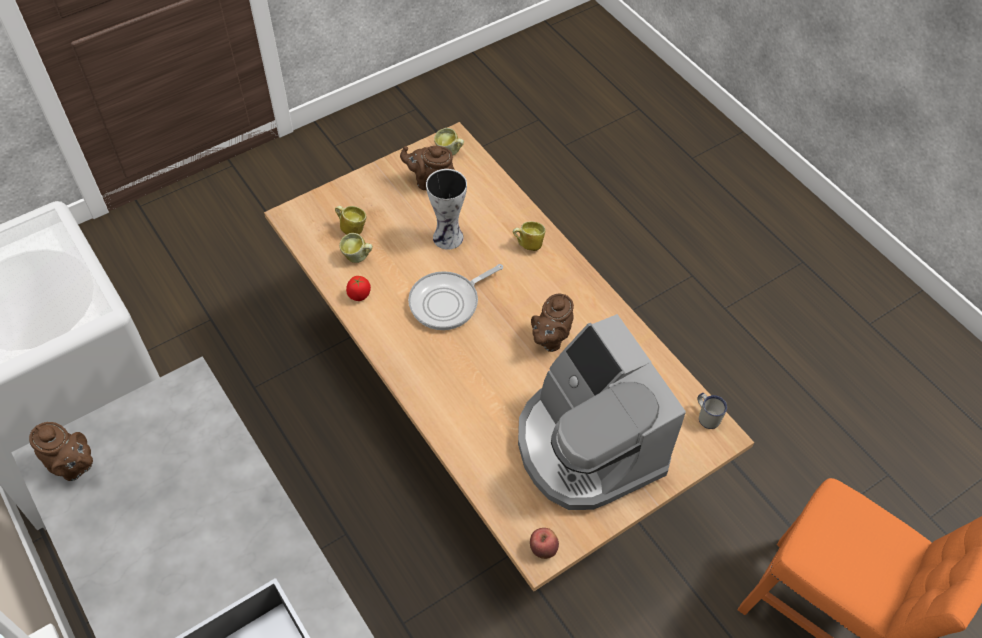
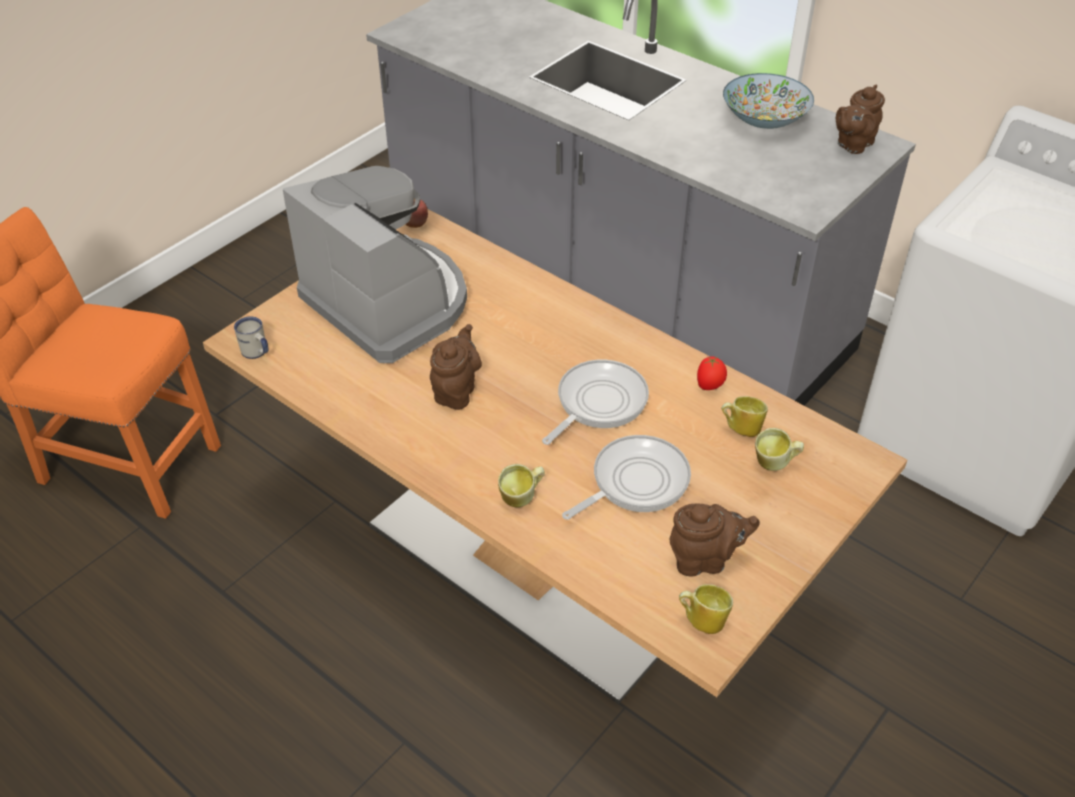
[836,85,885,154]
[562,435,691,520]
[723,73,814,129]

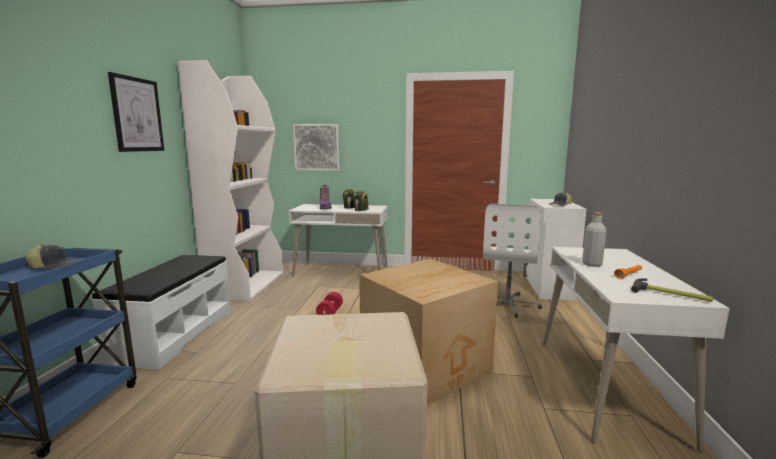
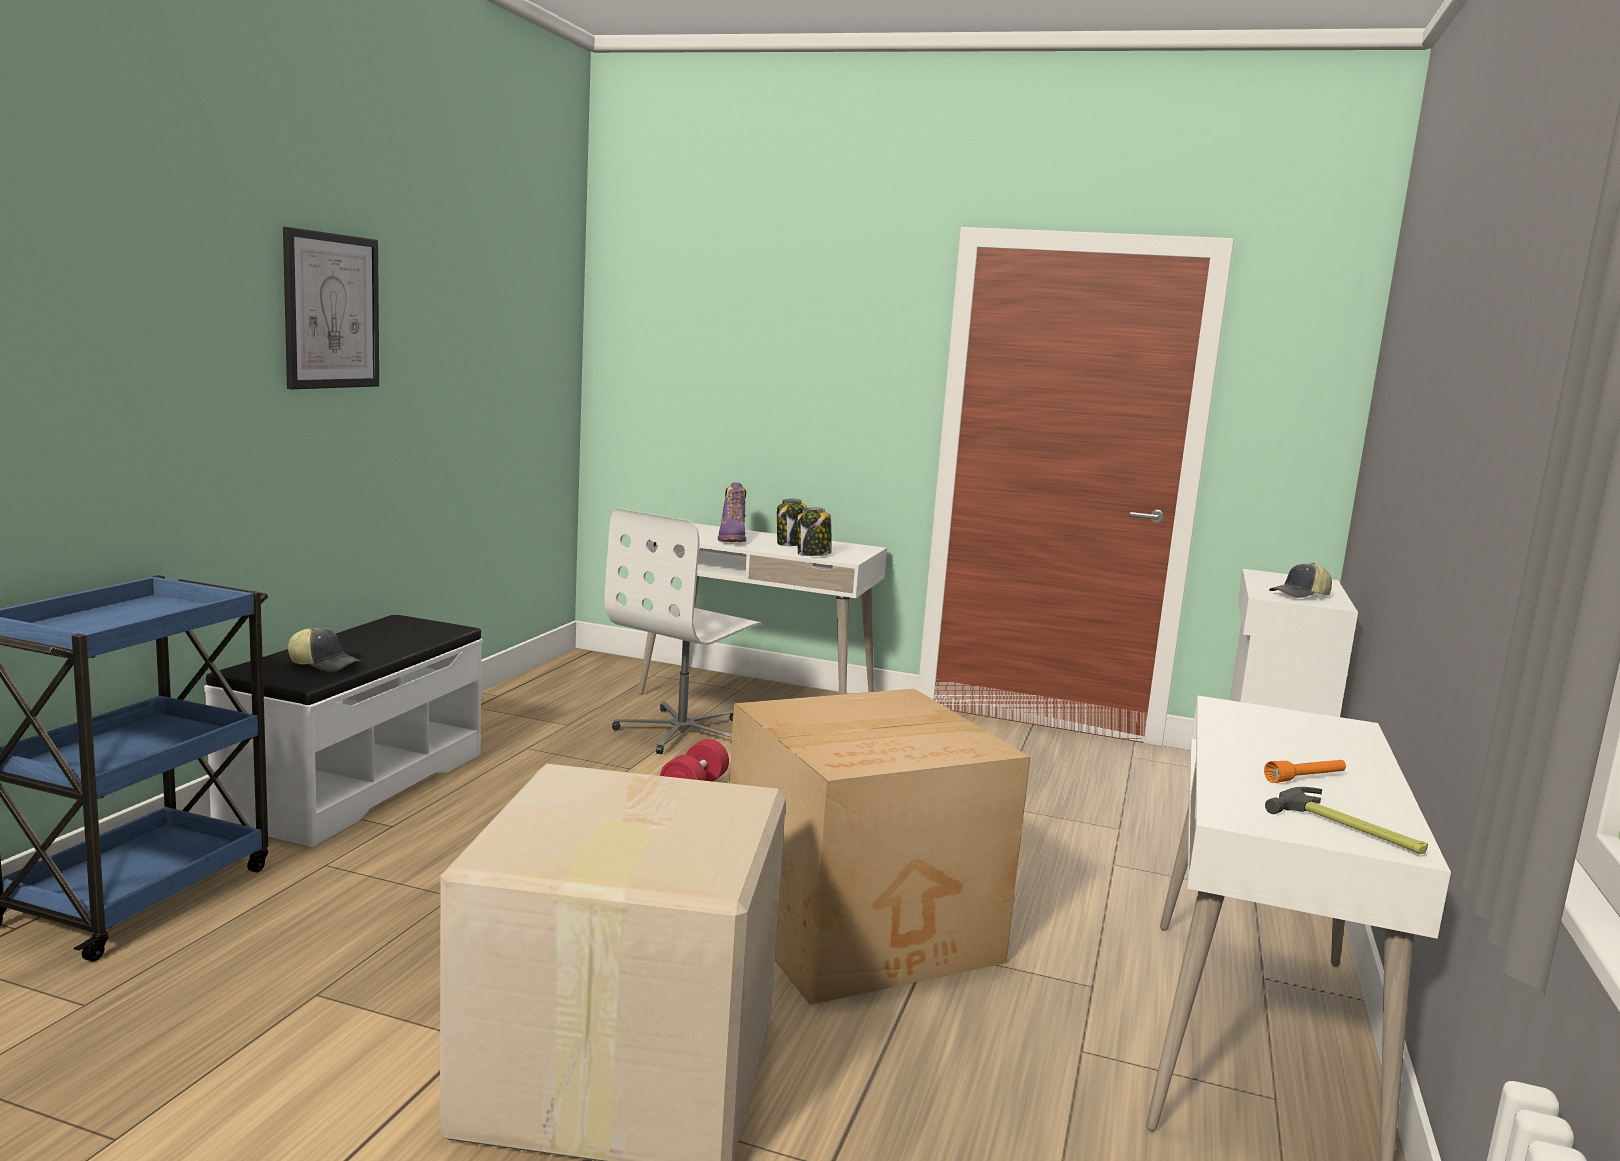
[288,627,361,672]
[178,60,283,302] (first image)
[293,124,340,171] (first image)
[605,508,762,754]
[582,212,606,267] (first image)

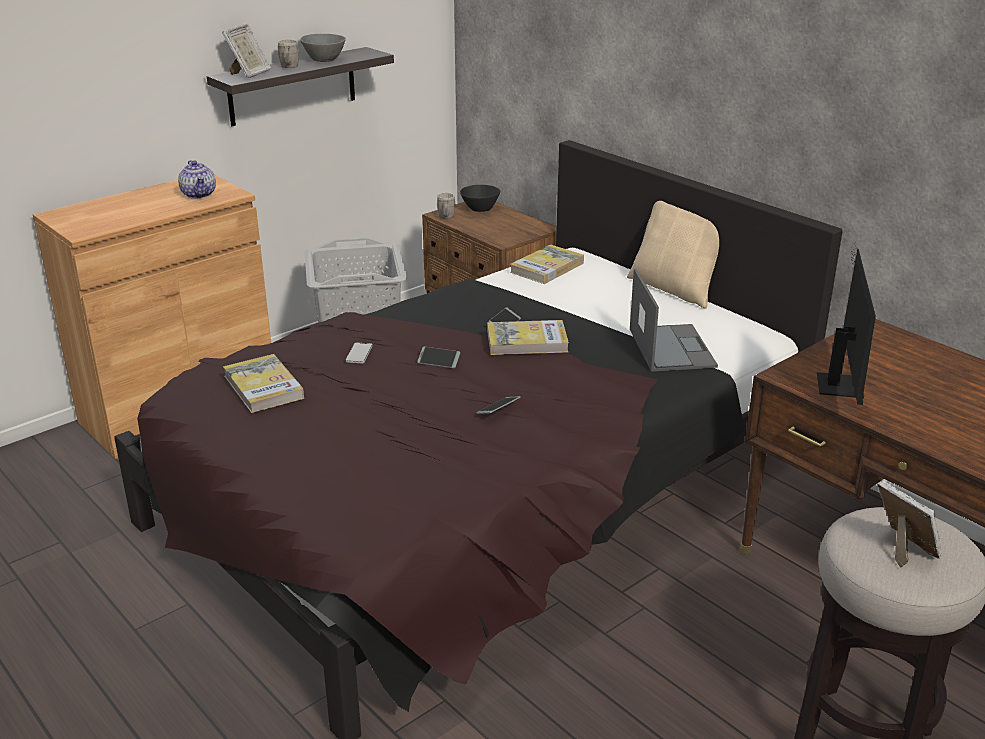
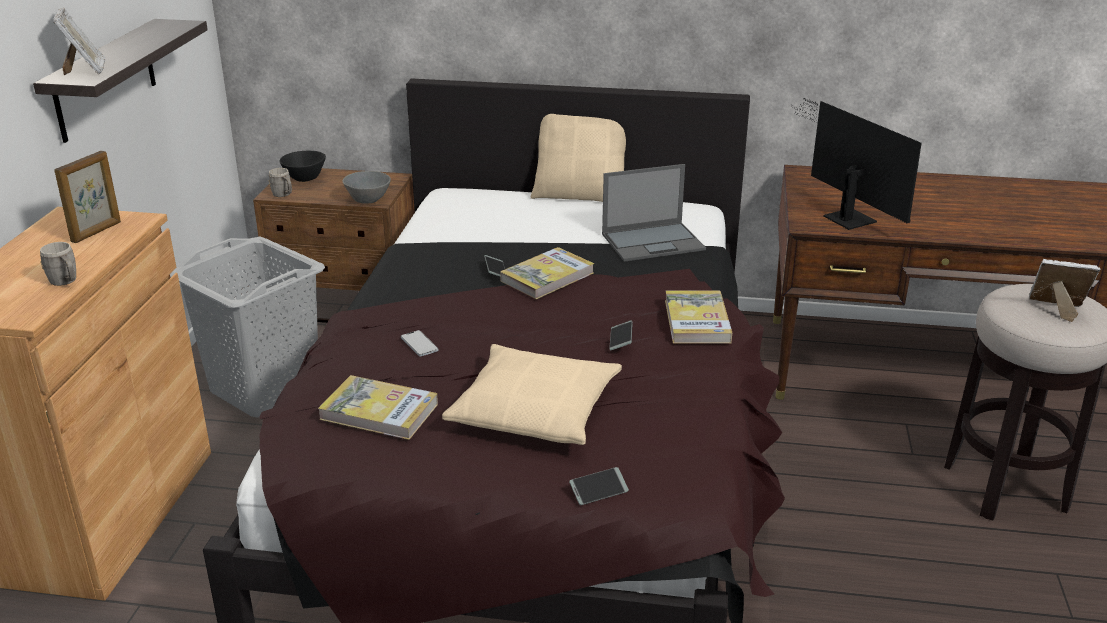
[54,151,121,243]
[40,242,76,286]
[342,171,391,204]
[569,467,629,505]
[665,291,732,344]
[602,164,706,262]
[442,344,622,445]

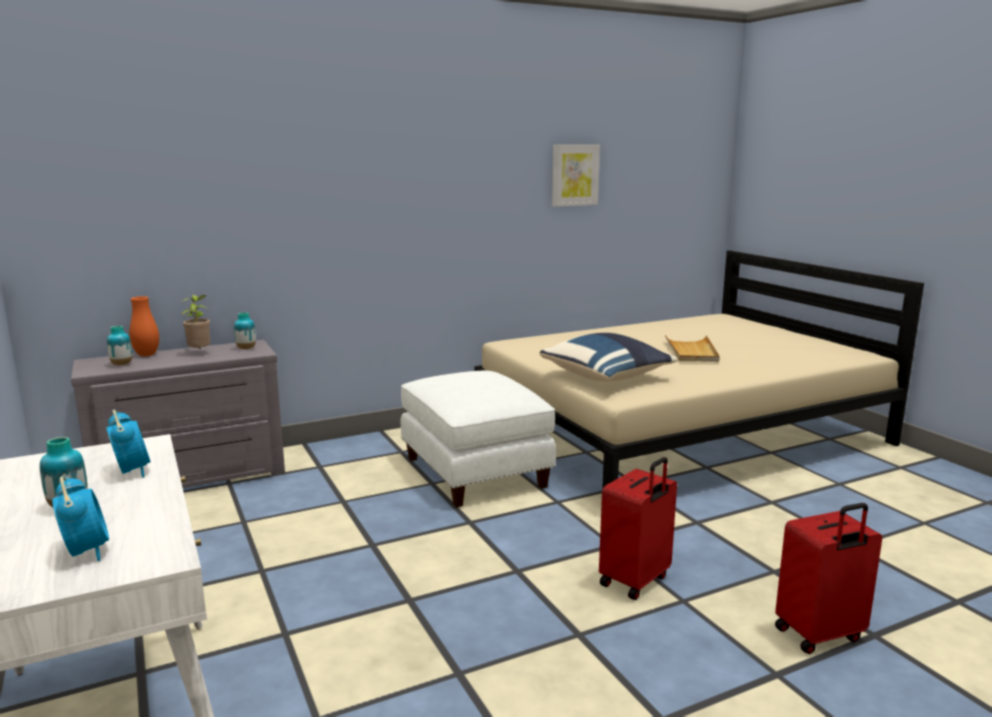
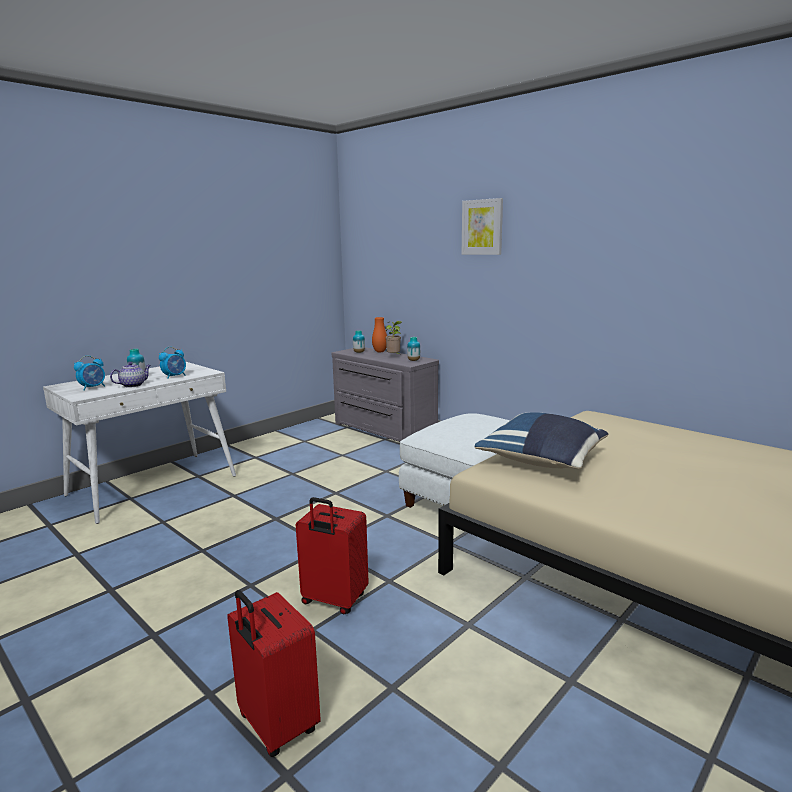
[462,198,503,255]
[665,335,720,362] (first image)
[110,362,151,388]

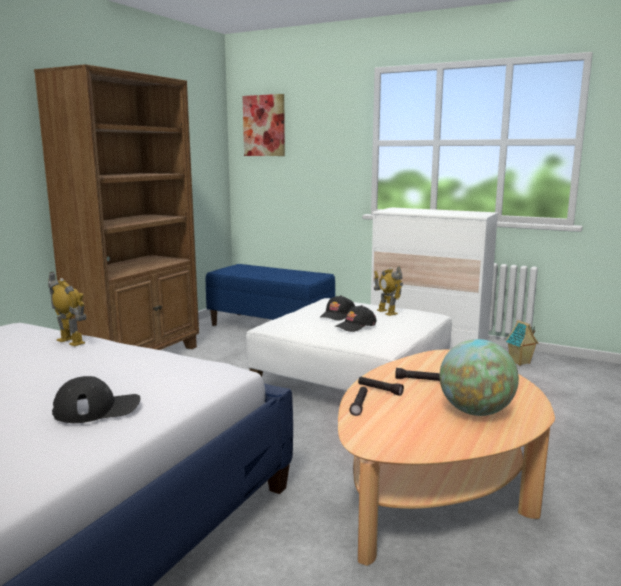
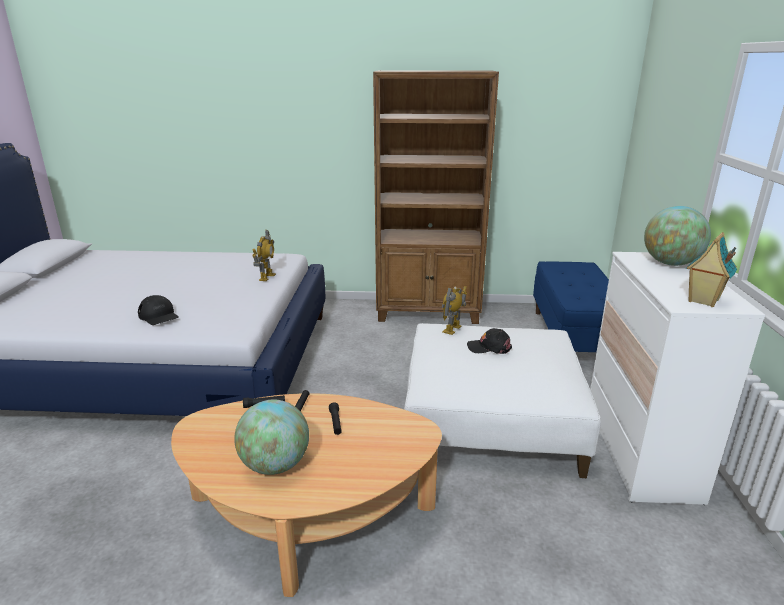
[243,94,285,156] (first image)
[335,305,377,332] (first image)
[442,286,467,335]
[686,232,737,307]
[644,206,711,266]

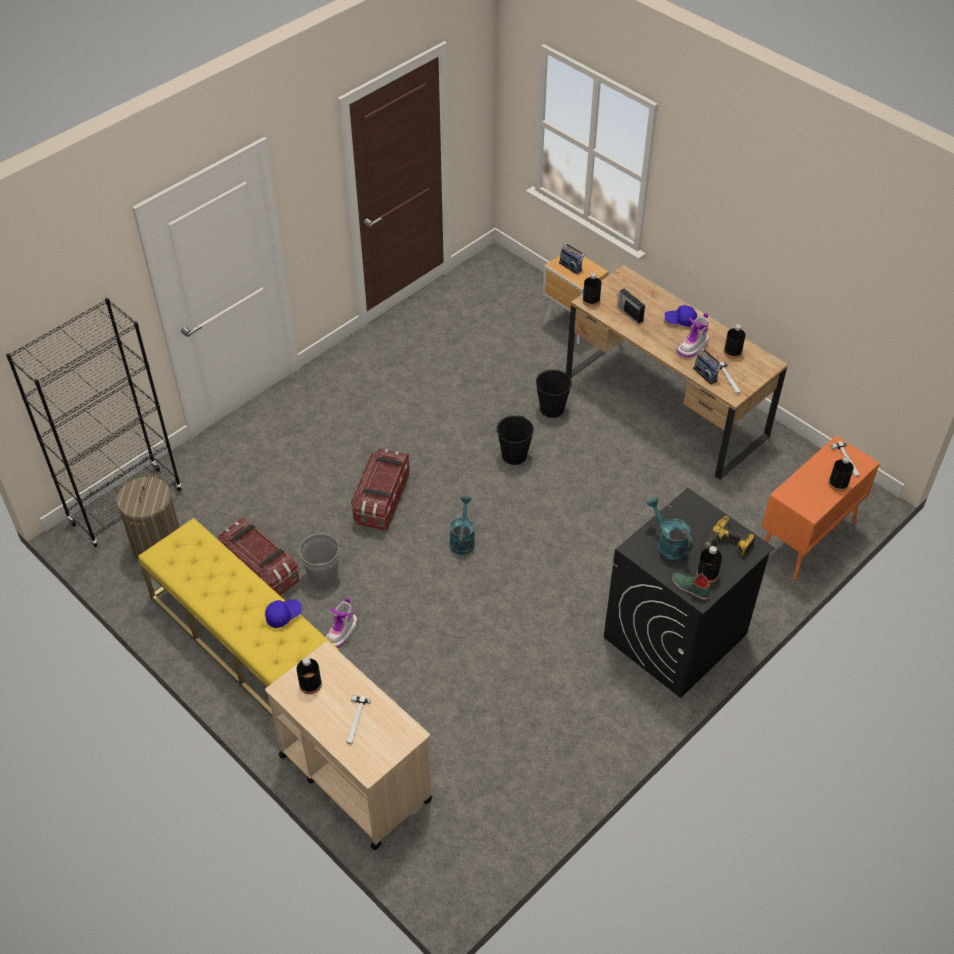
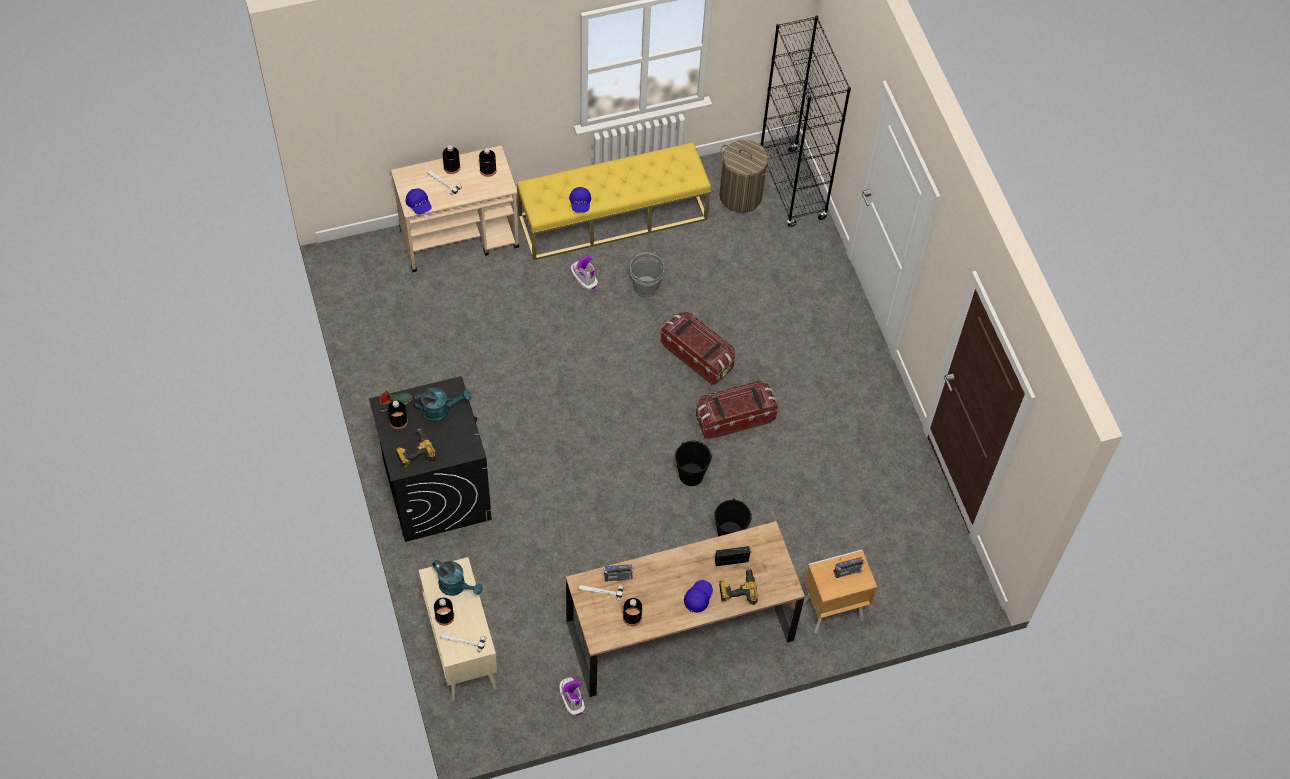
[696,381,778,440]
[432,560,483,596]
[443,145,460,174]
[559,677,585,716]
[419,557,498,700]
[406,188,432,214]
[719,567,758,605]

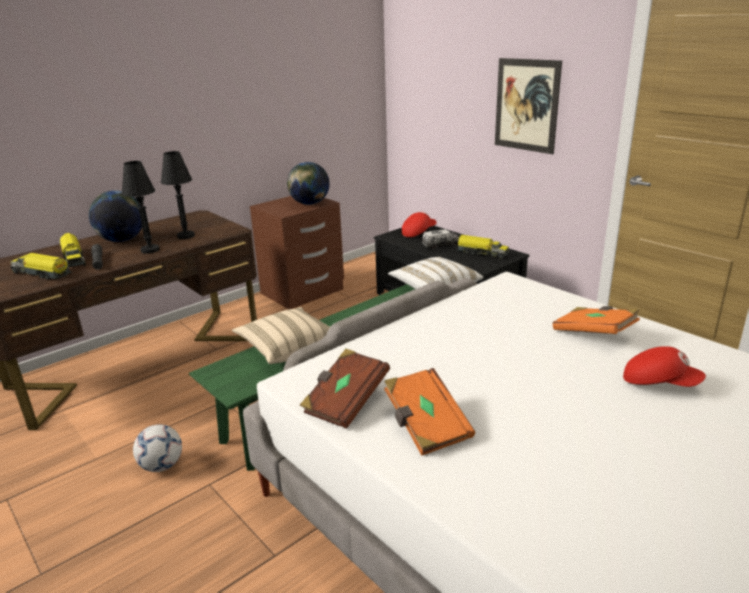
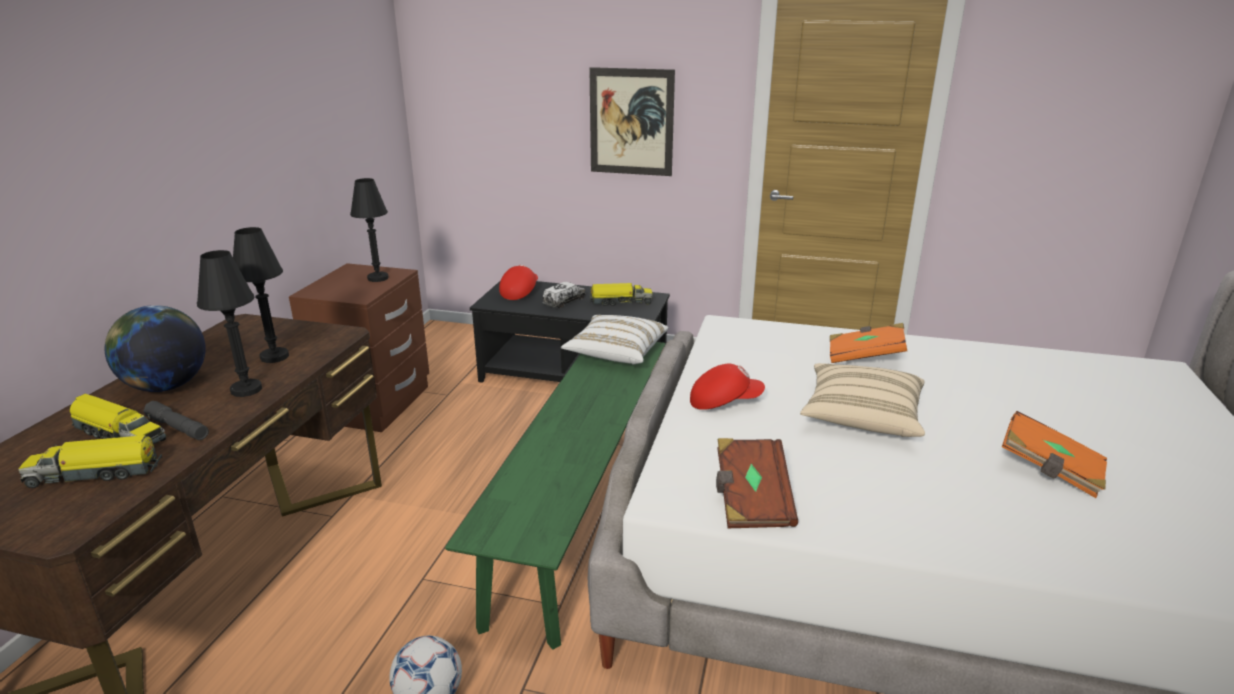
[800,363,925,437]
[350,178,389,282]
[1002,411,1107,498]
[690,364,765,410]

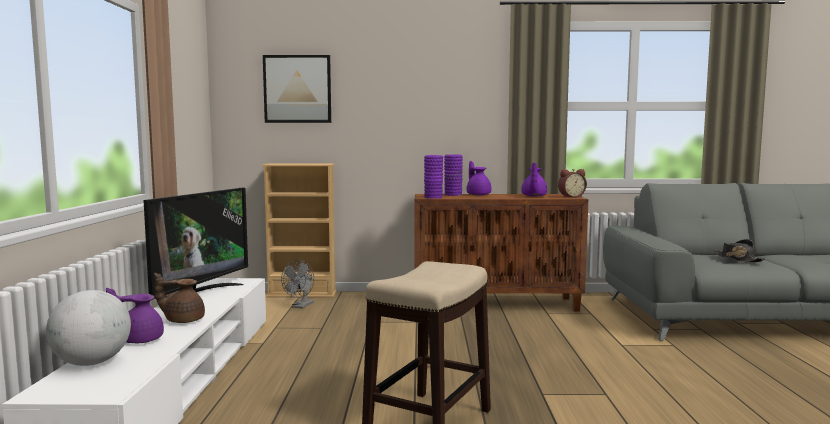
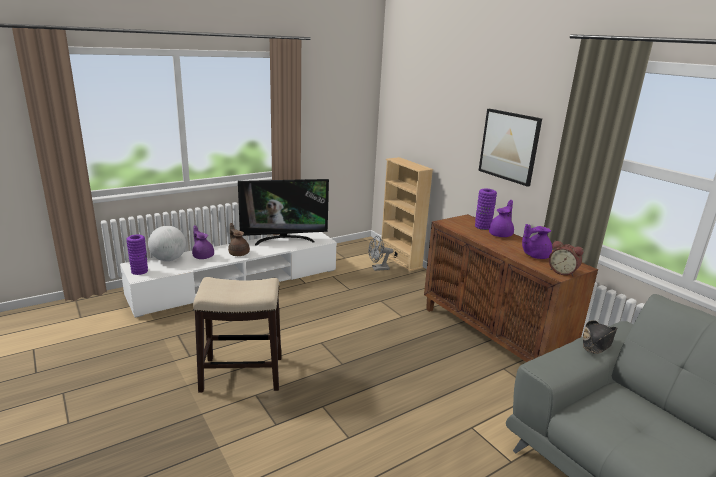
[479,109,542,187]
[126,235,148,275]
[583,320,617,354]

